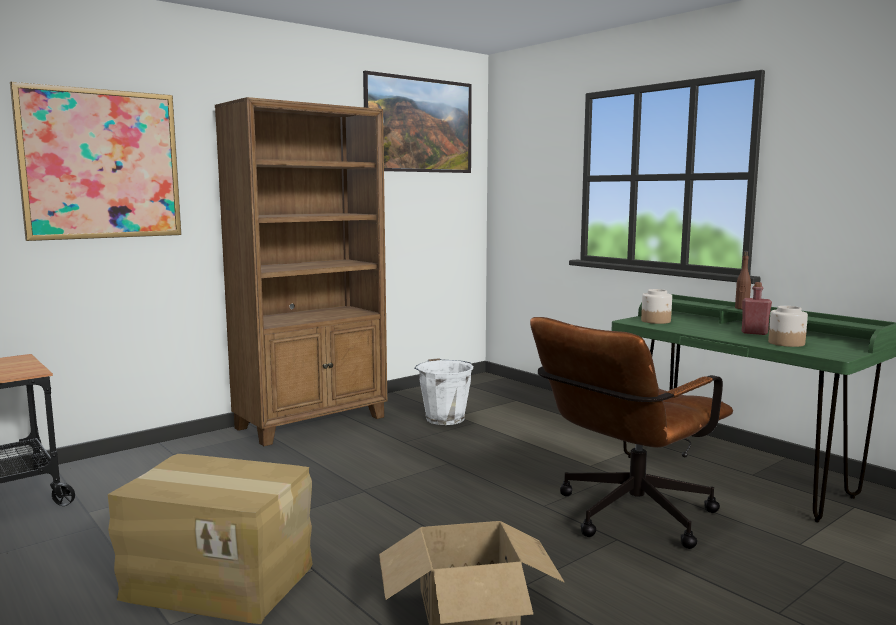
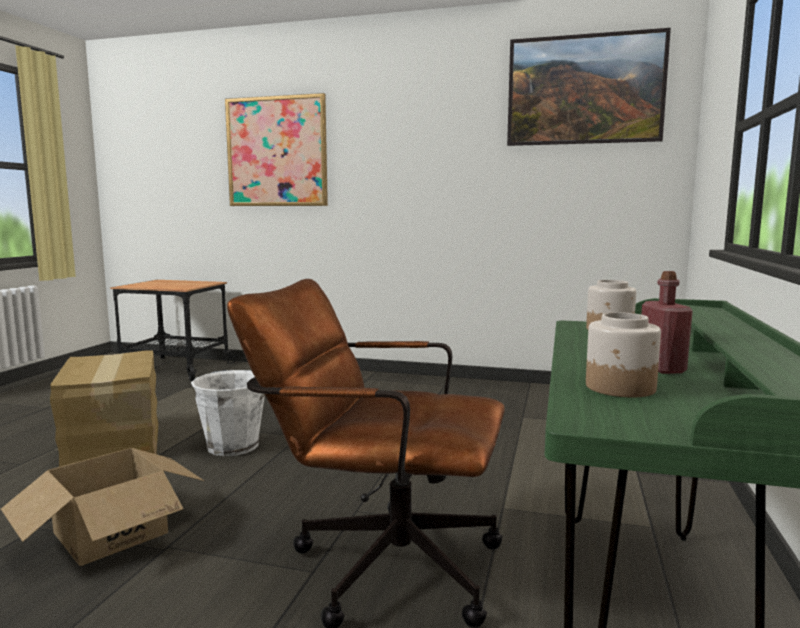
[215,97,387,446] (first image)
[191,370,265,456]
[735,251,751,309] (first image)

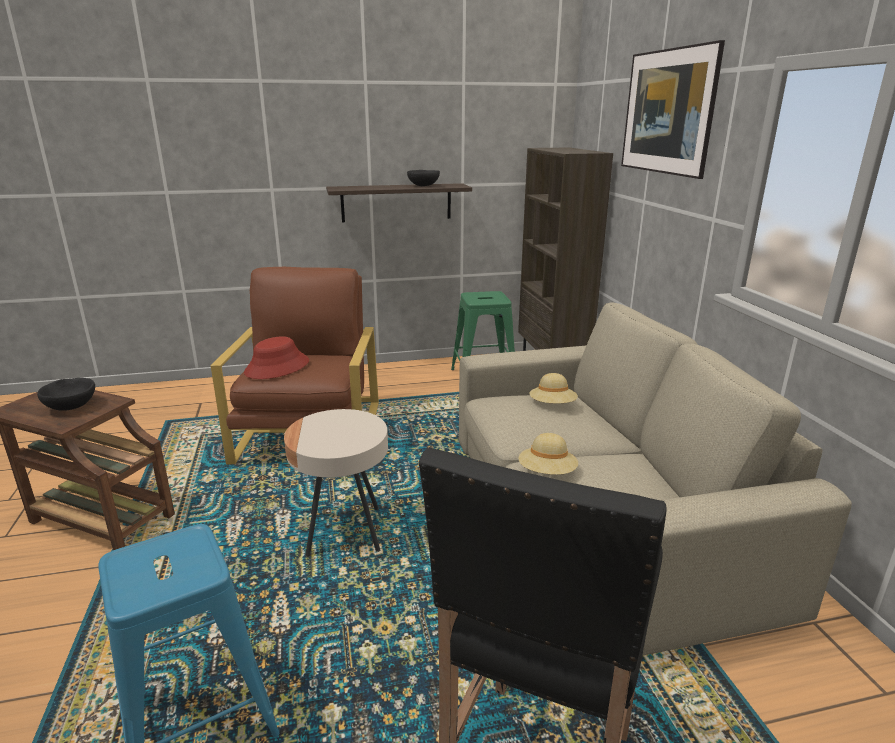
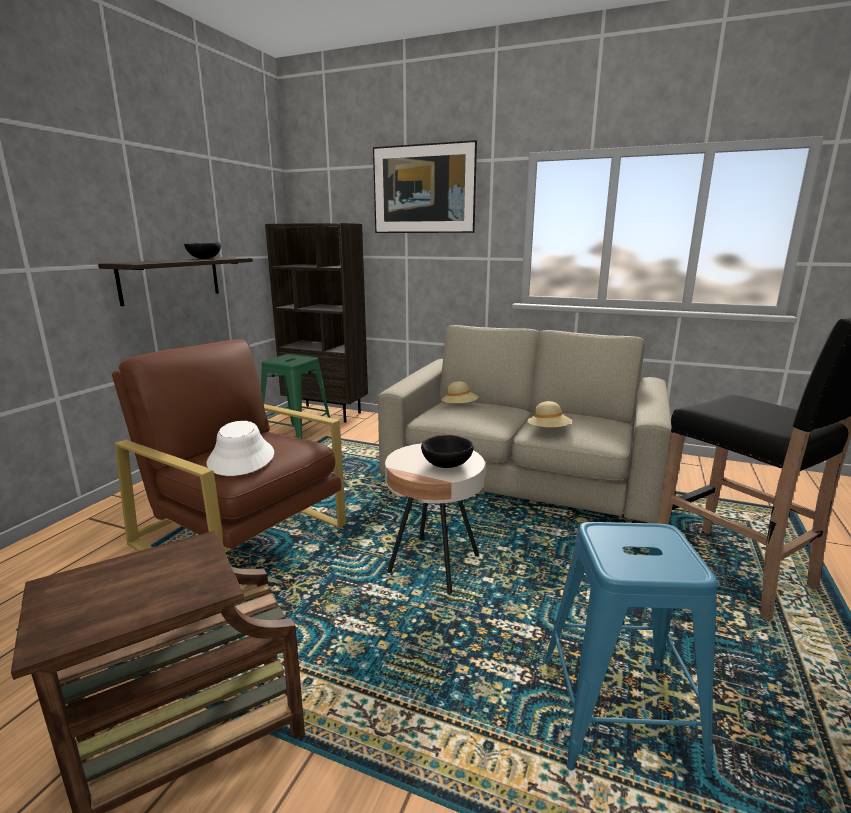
[421,435,474,468]
[207,421,274,476]

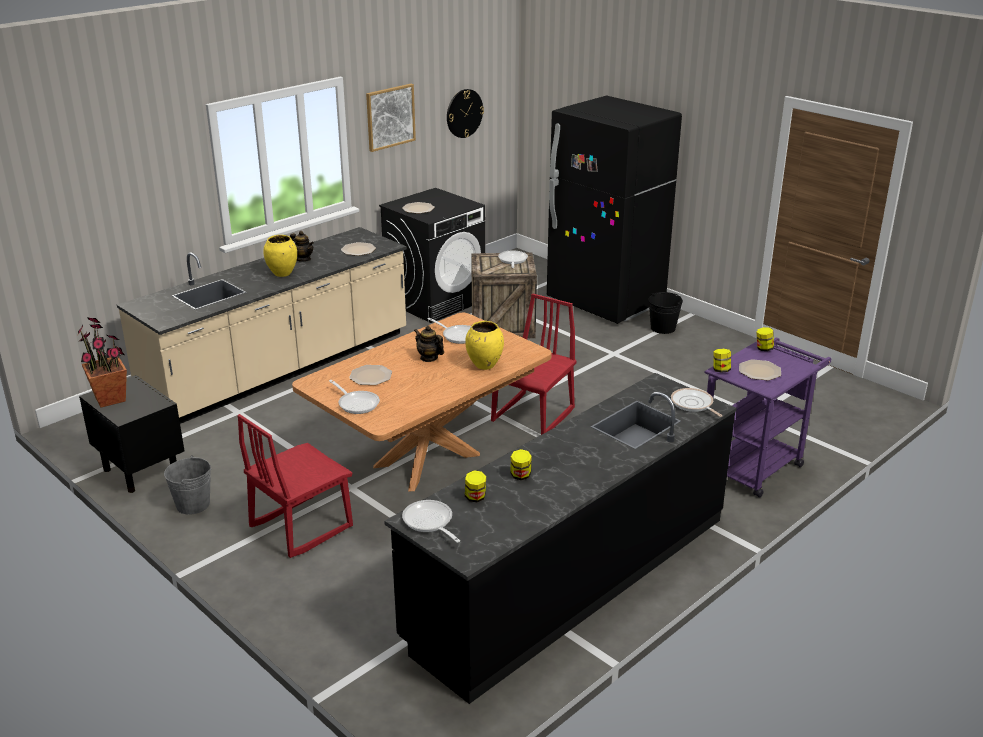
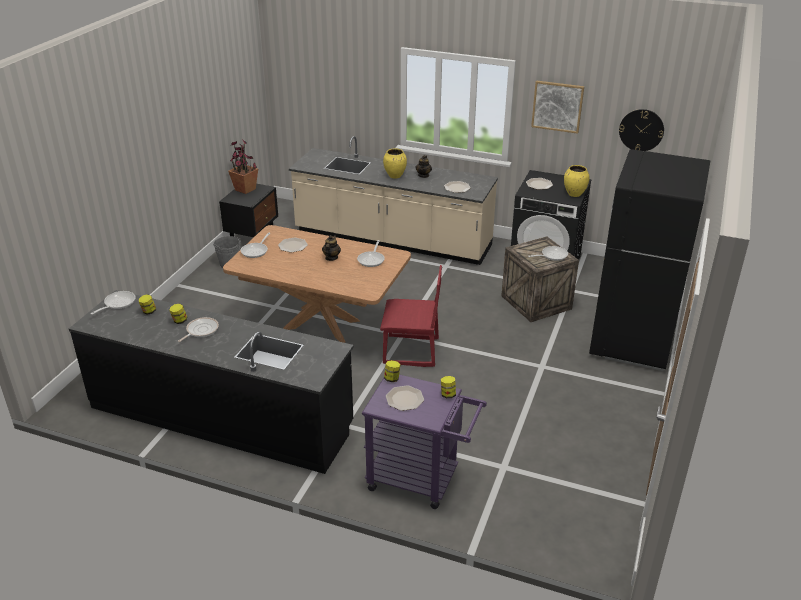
[237,414,353,558] (first image)
[564,165,589,197]
[648,292,683,334] (first image)
[178,317,219,342]

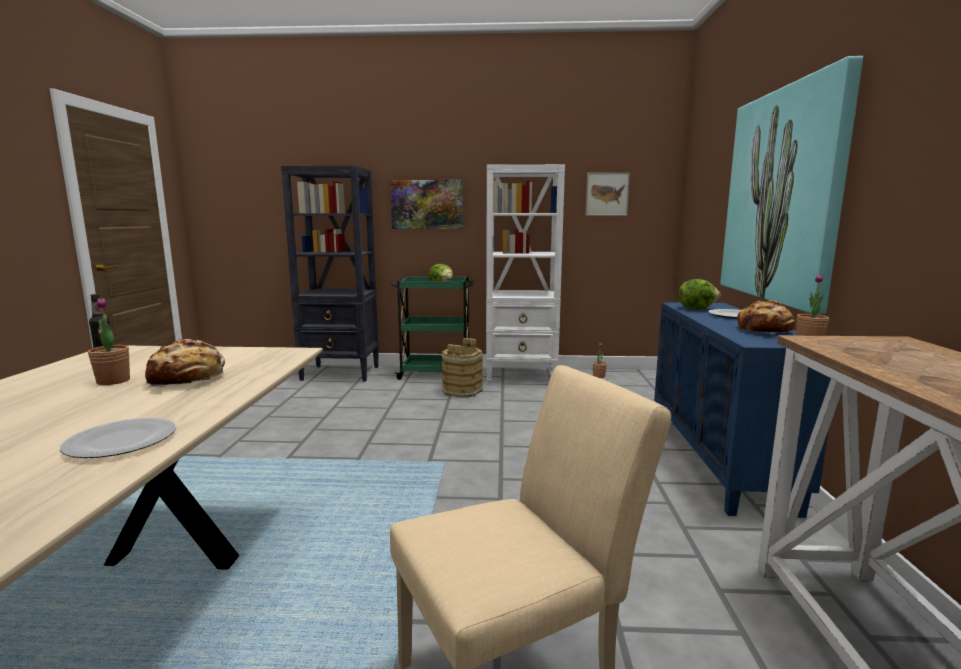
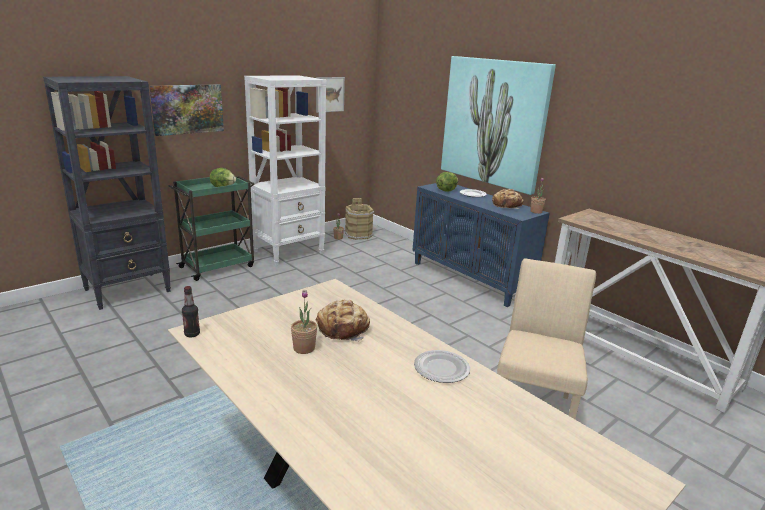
[345,198,374,240]

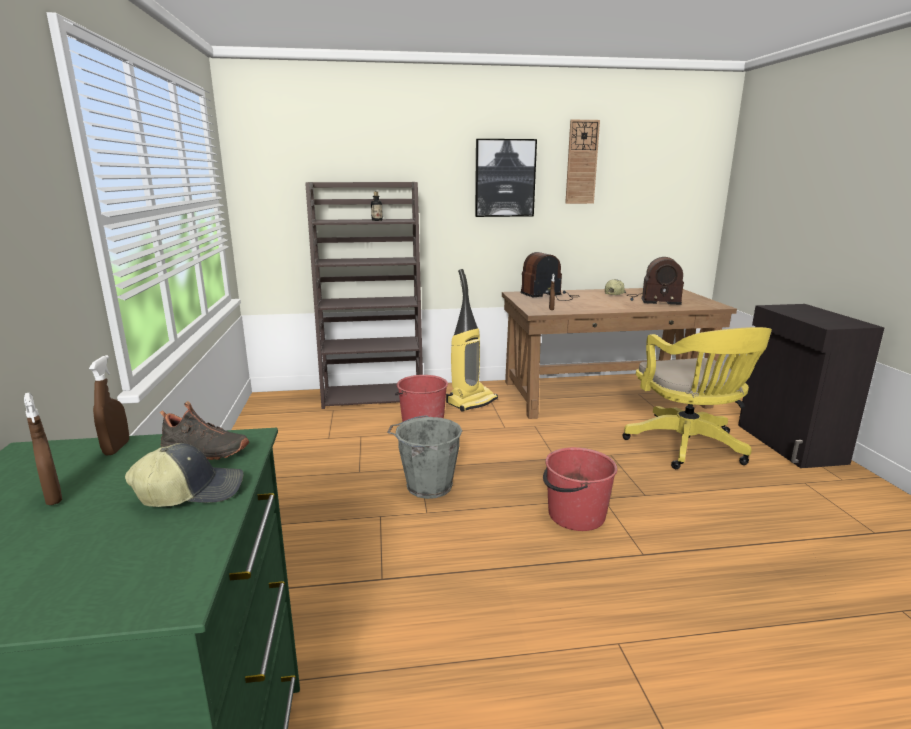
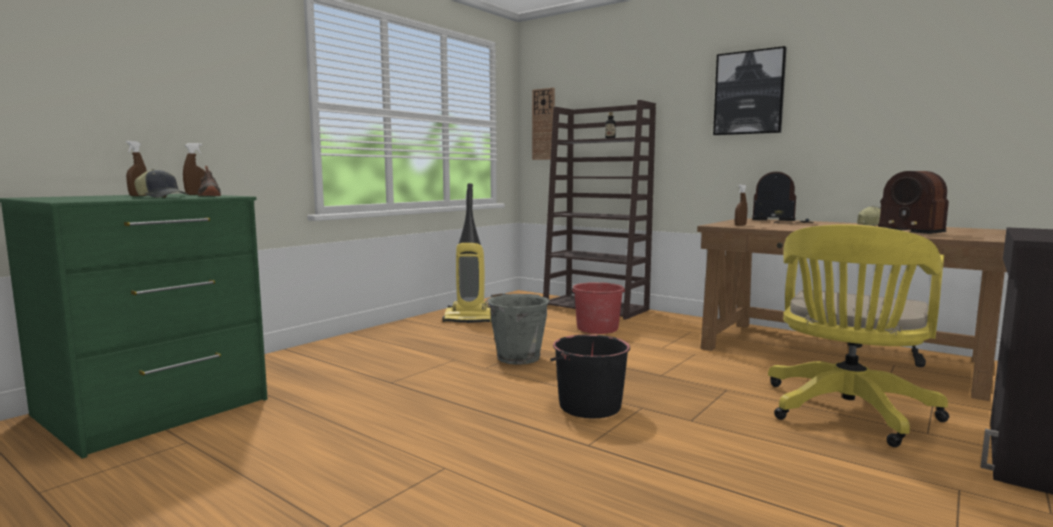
[442,183,492,323]
[550,334,630,418]
[532,88,555,160]

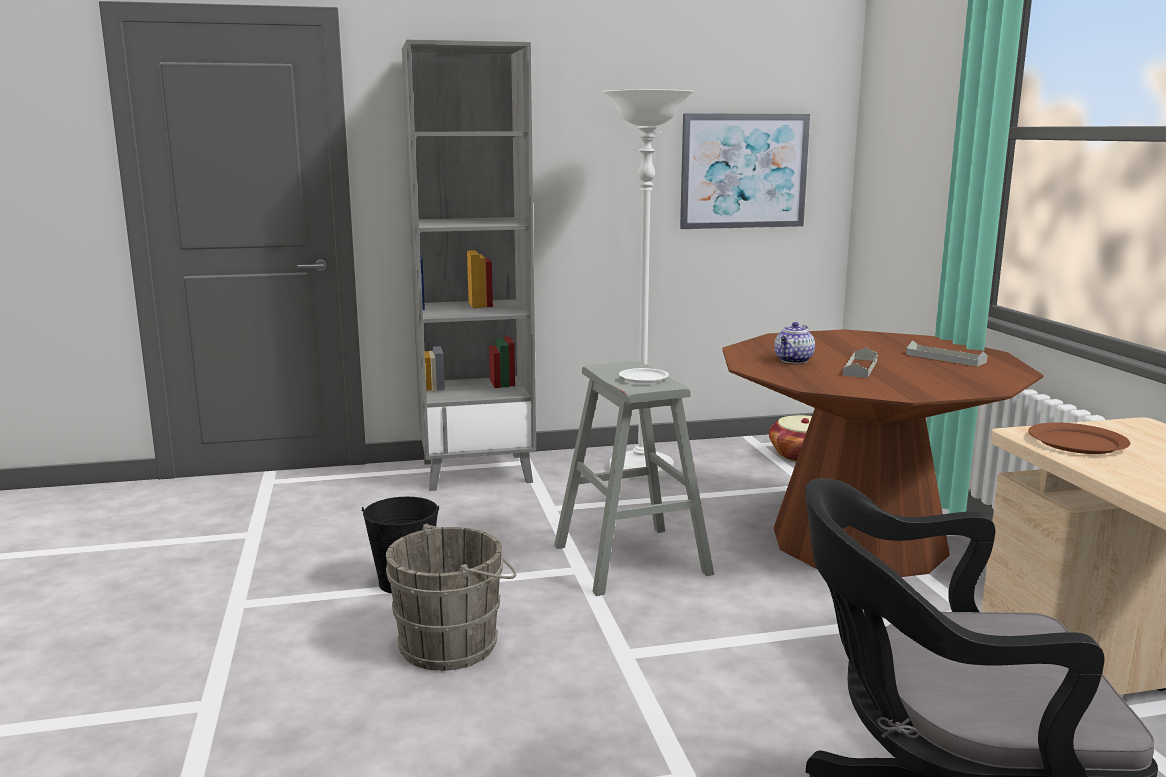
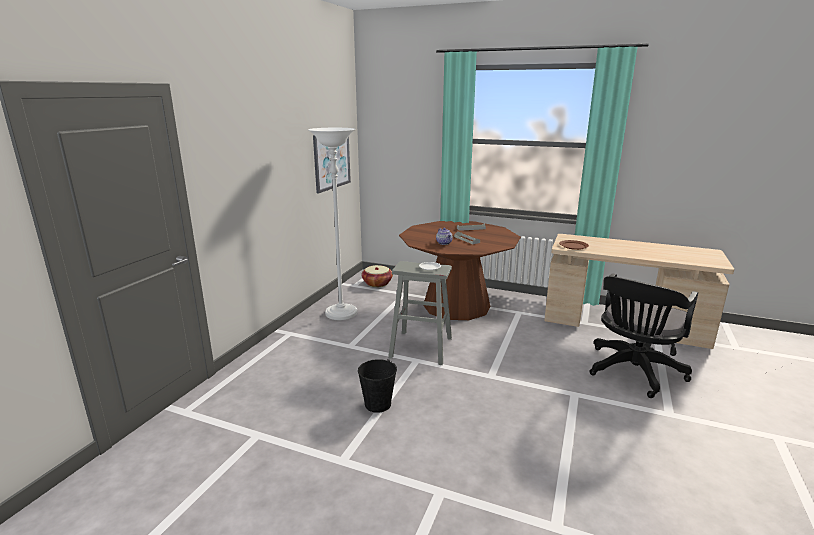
[386,524,516,671] (first image)
[402,40,536,491] (first image)

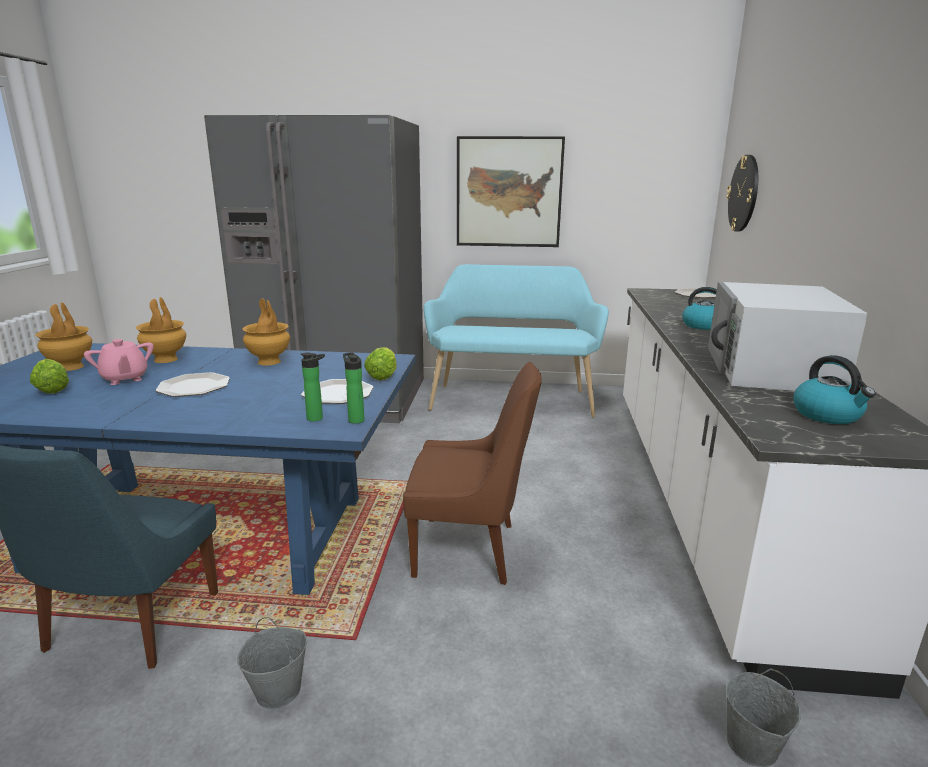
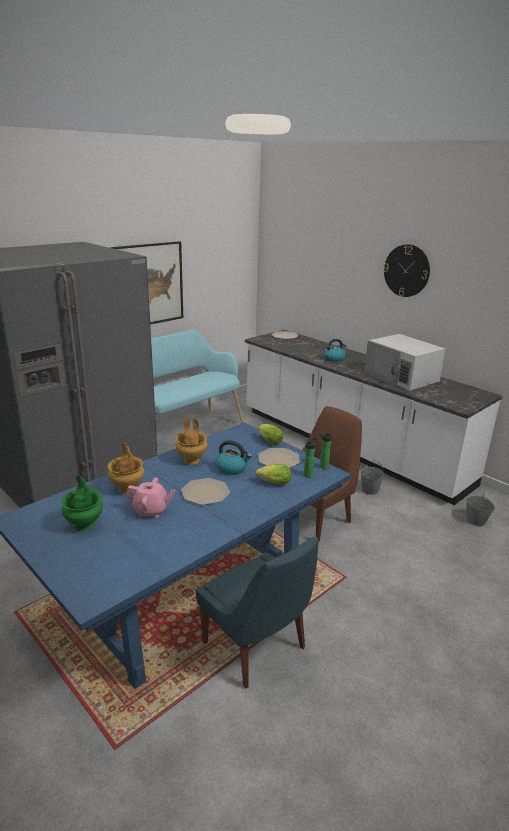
[255,464,291,485]
[61,475,103,531]
[360,460,384,495]
[383,244,430,297]
[215,440,252,475]

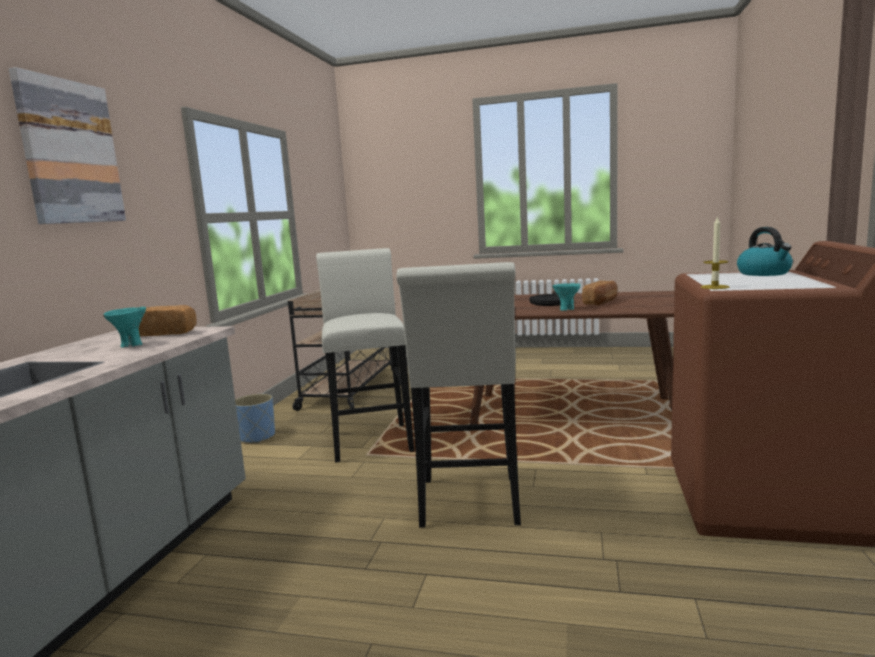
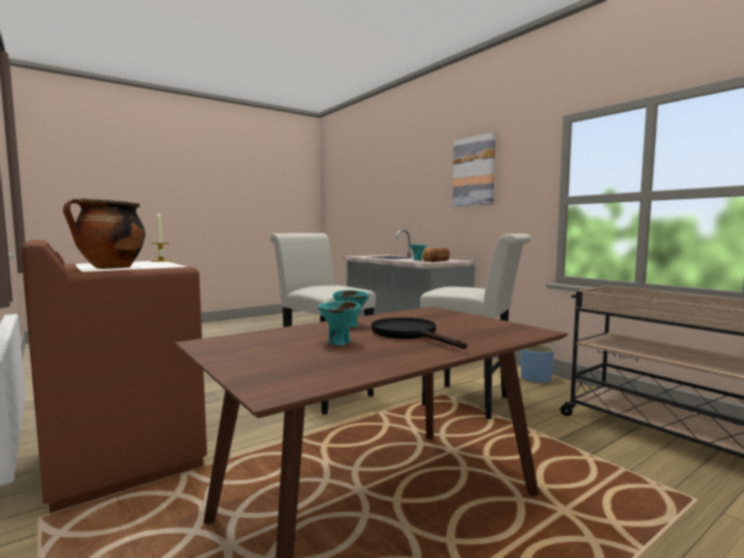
[318,301,361,346]
[63,198,145,269]

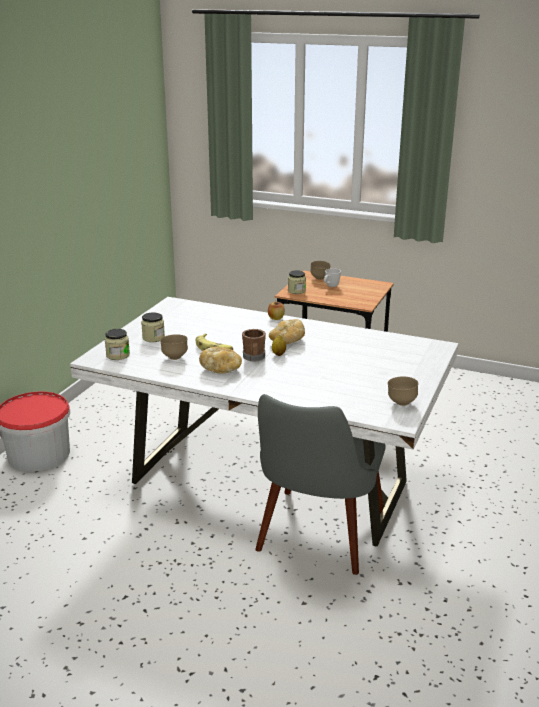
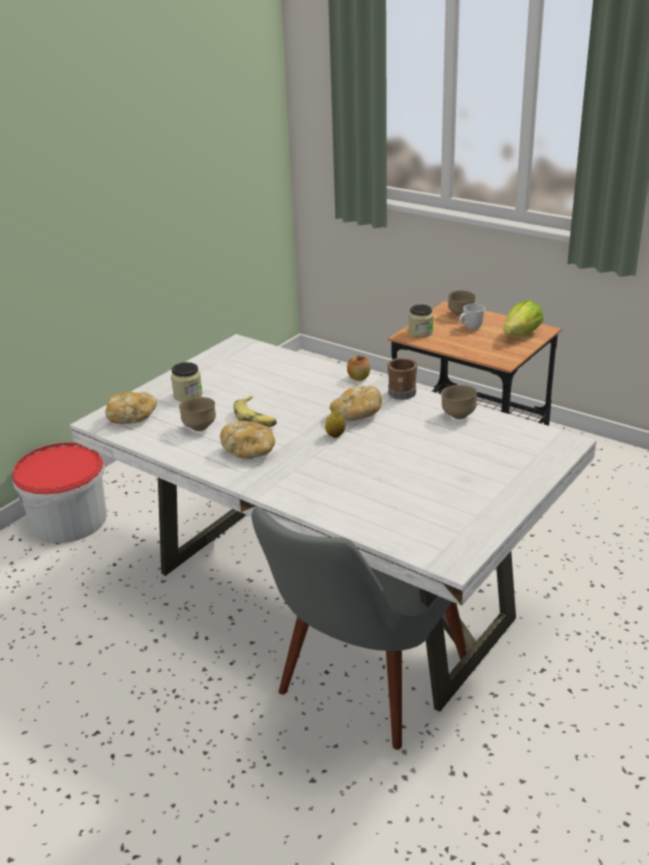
[105,392,157,424]
[387,358,417,400]
[441,385,477,419]
[504,300,543,336]

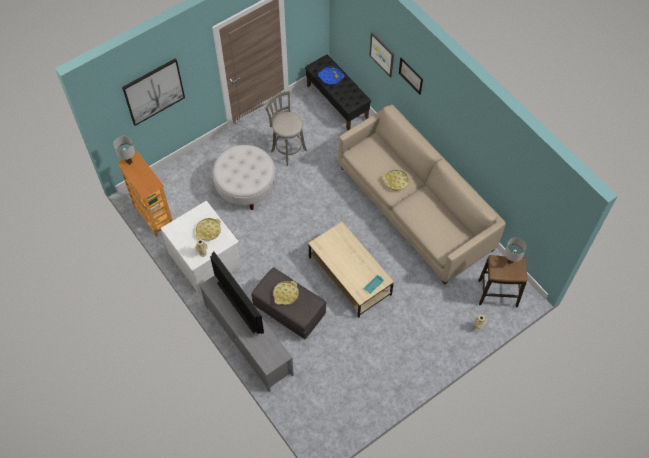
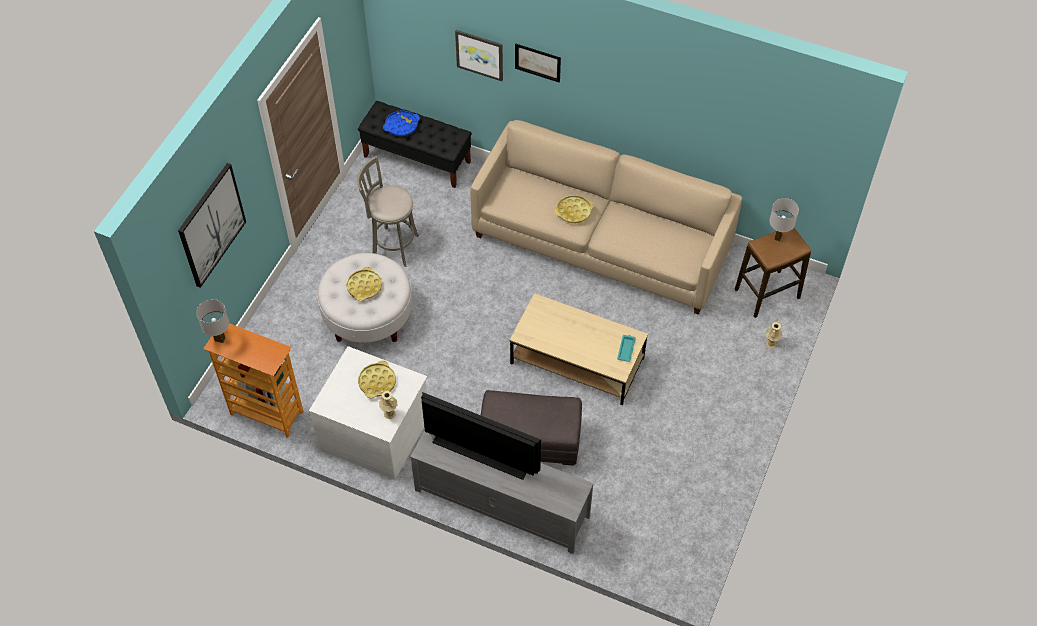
[346,267,382,301]

